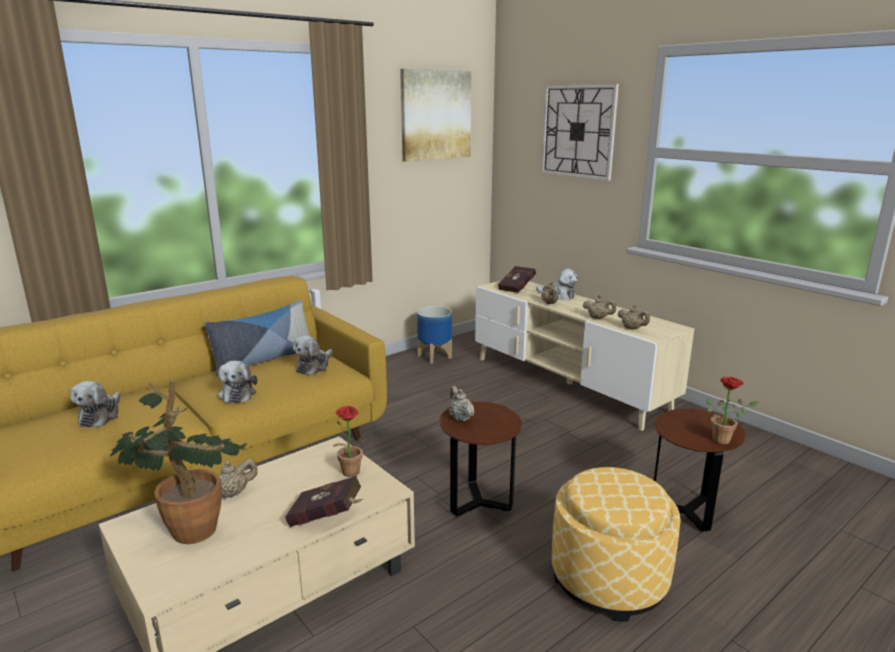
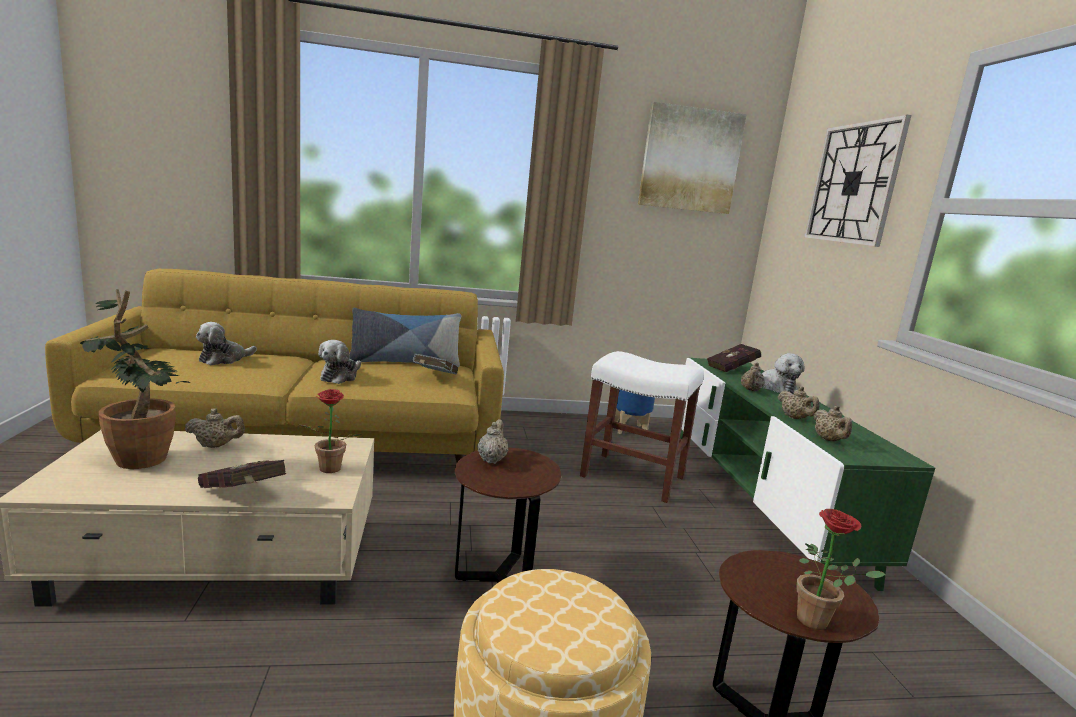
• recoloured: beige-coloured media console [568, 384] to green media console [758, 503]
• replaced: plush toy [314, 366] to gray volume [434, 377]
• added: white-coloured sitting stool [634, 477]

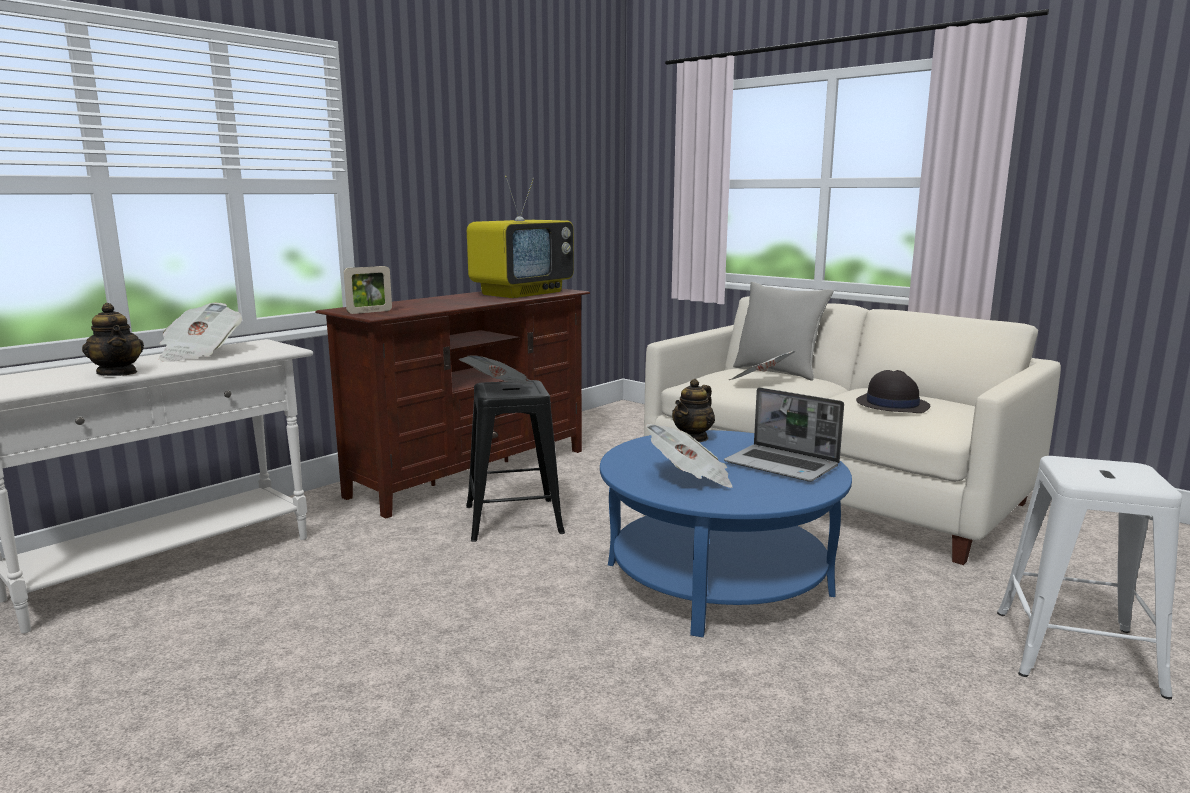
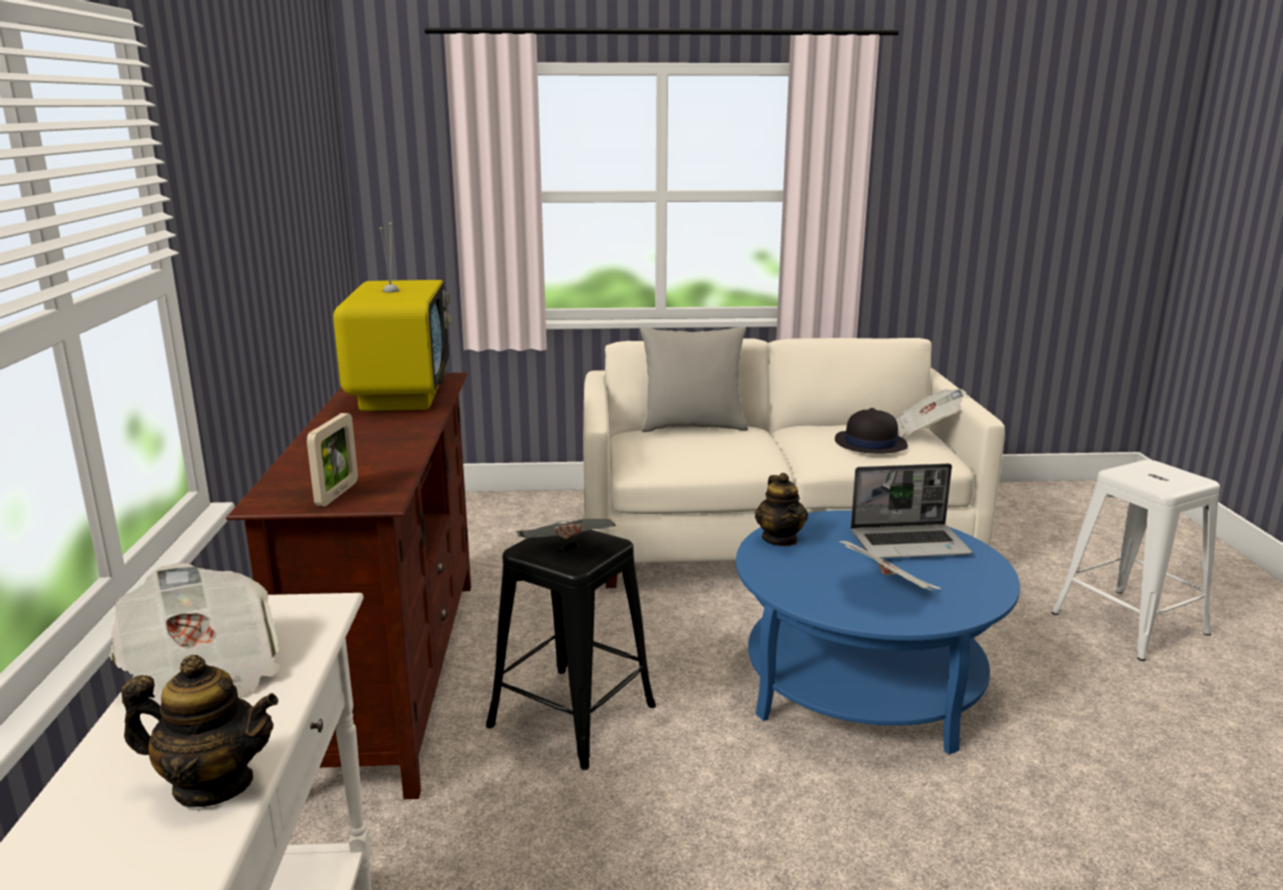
• moved: printed paper [760, 383] to [922, 430]

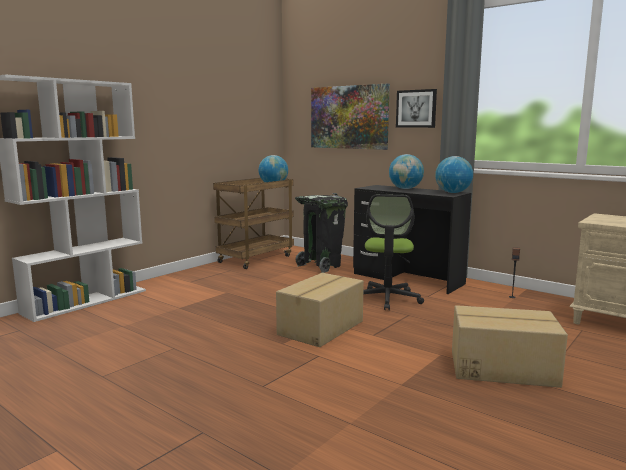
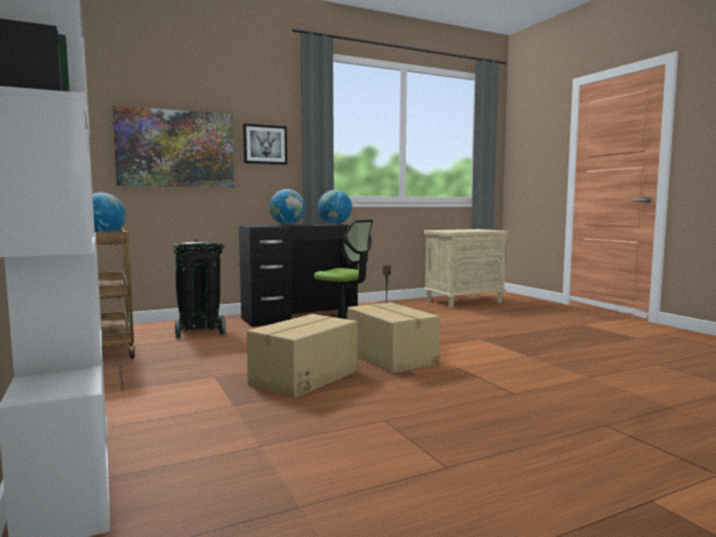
• moved: cardboard box [502, 368] to [303, 377]

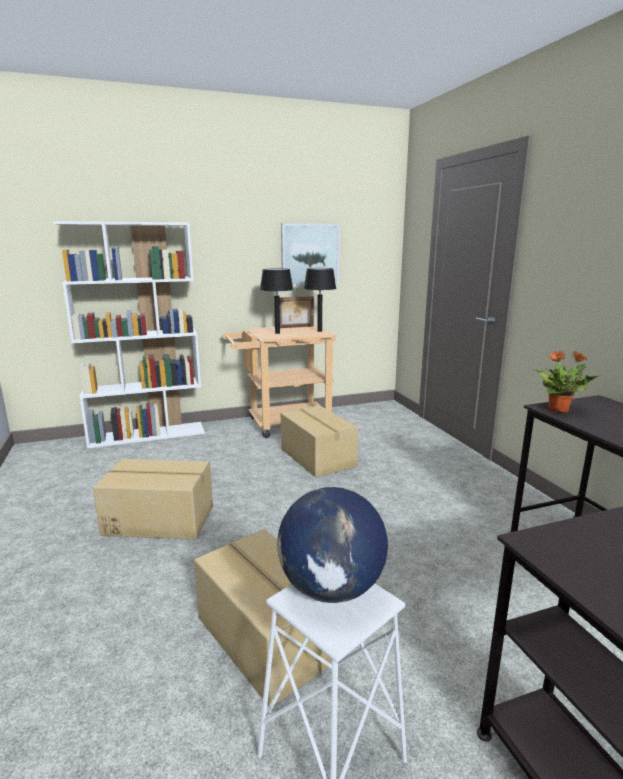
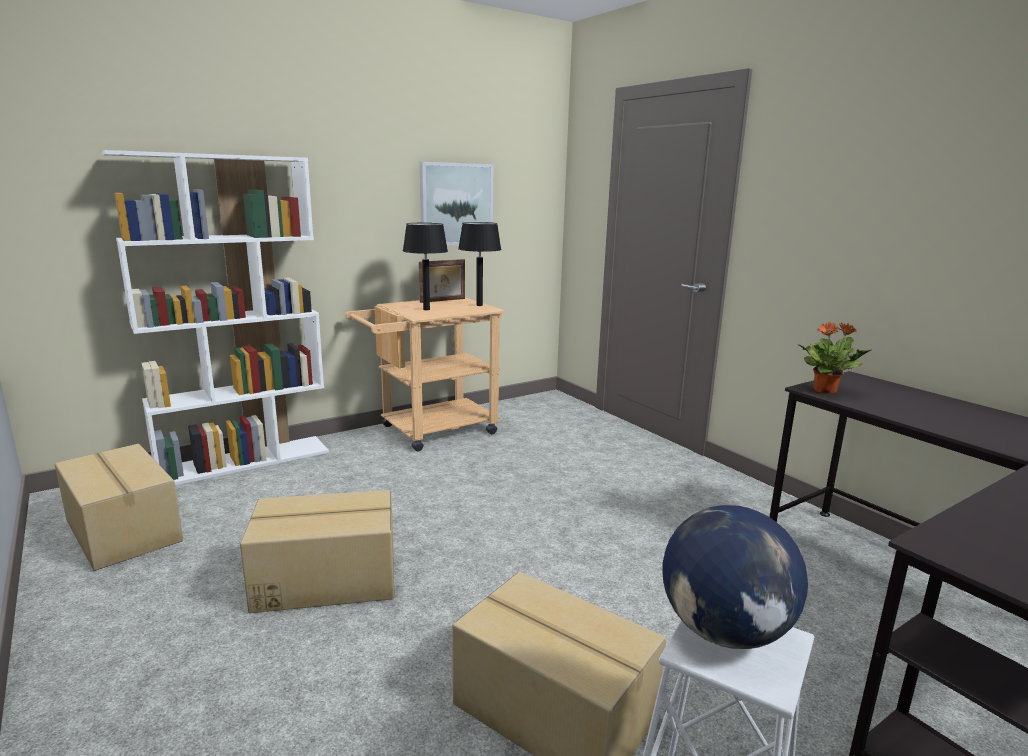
• moved: cardboard box [317, 458] to [122, 532]

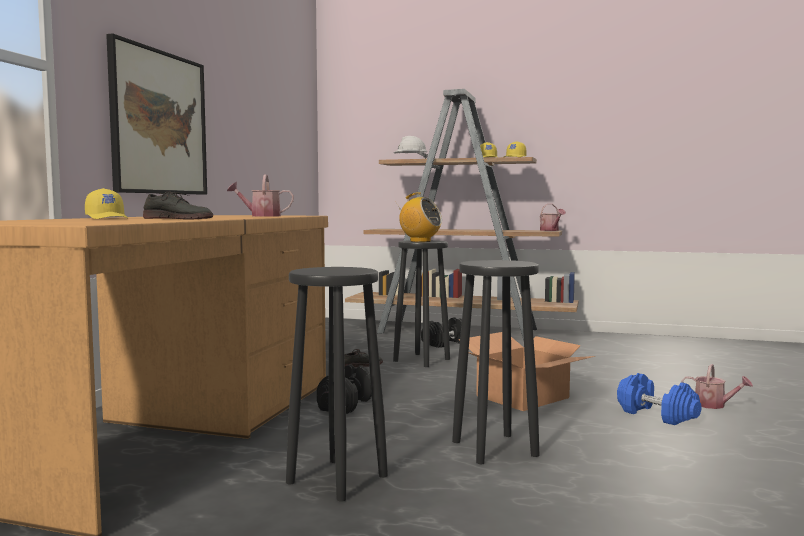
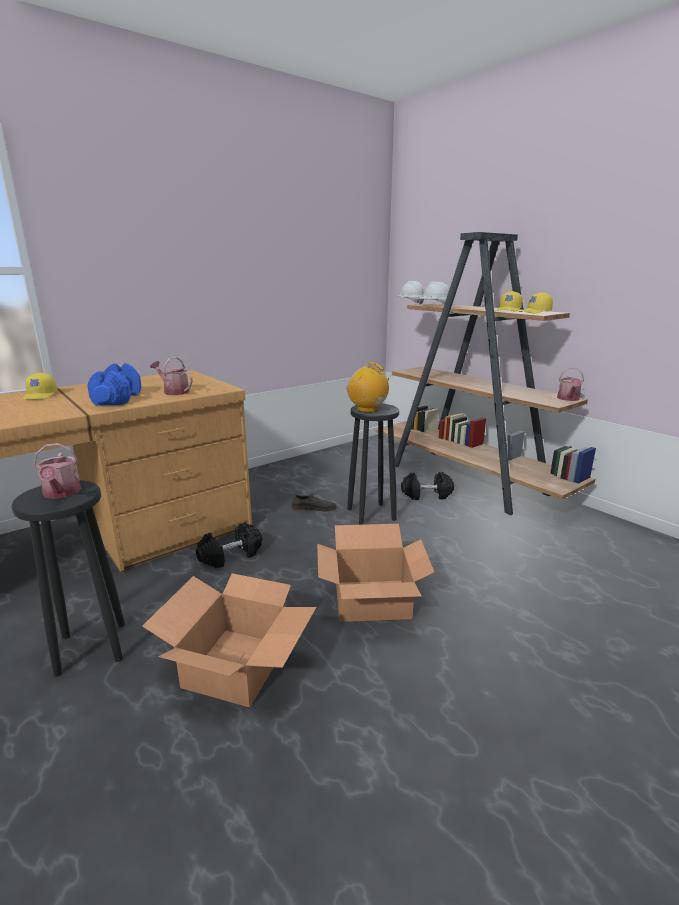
• removed: wall picture [159, 123]
• removed: gray item of footwear [178, 219]
• turned: radio [420, 241] = [367, 409] 150 degrees clockwise
• replaced: black sitting stool [495, 448] to cardboard box [237, 665]
• moved: sprinkling can [714, 405] to [61, 493]
• moved: blue free weight [657, 415] to [118, 399]
• added: white-coloured hard hat [411, 303]

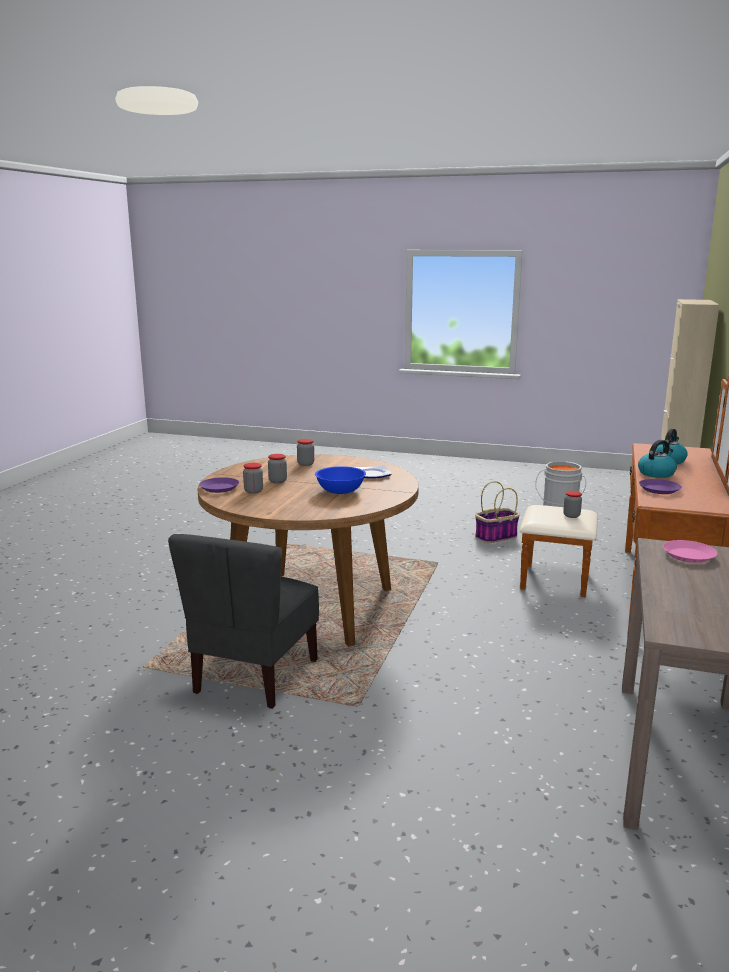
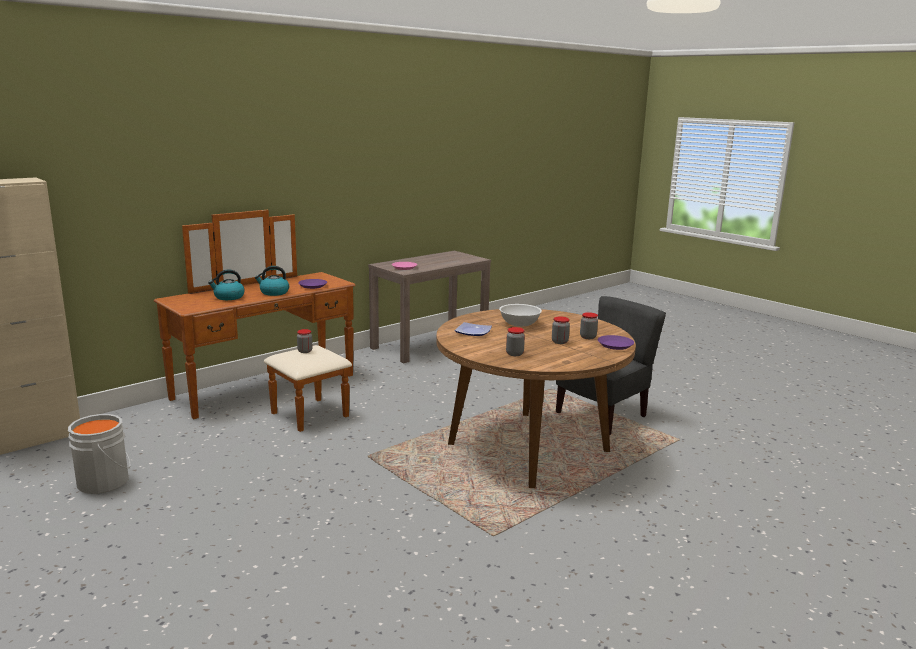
• recoloured: blue bowl [341, 491] to white-coloured bowl [519, 324]
• removed: basket [496, 537]

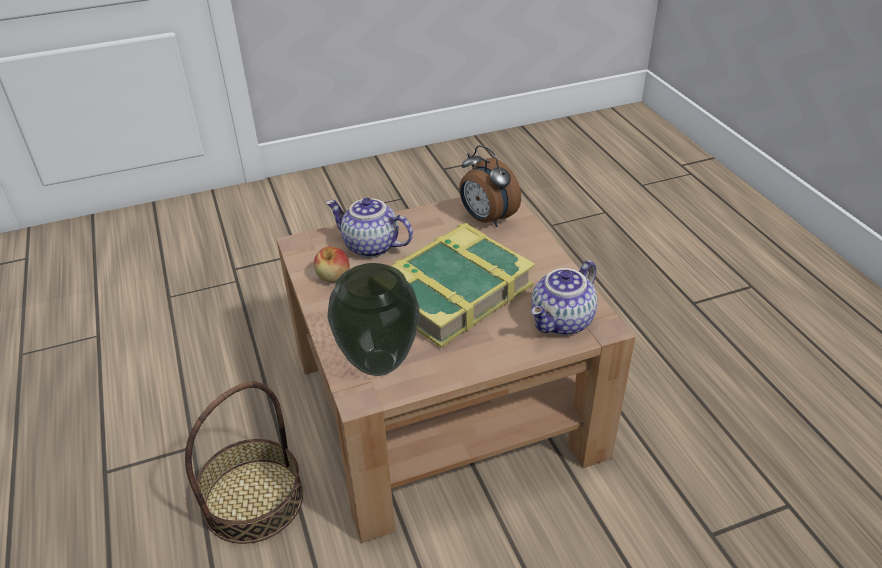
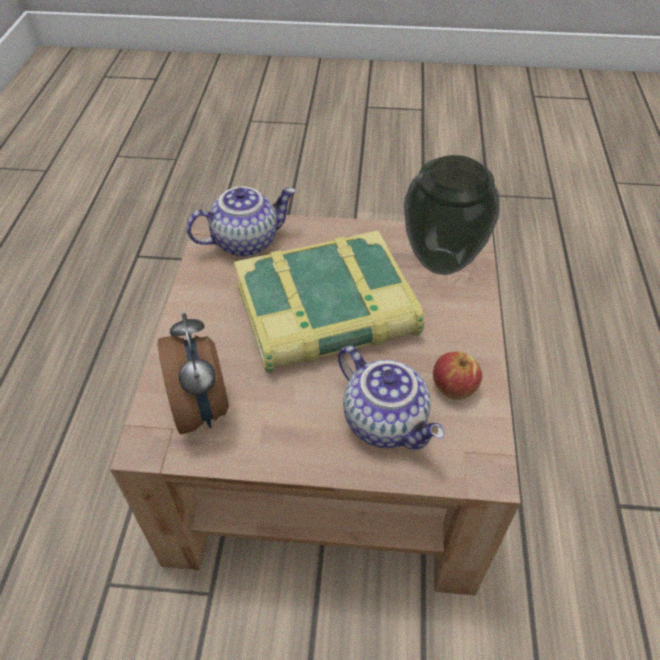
• removed: basket [253, 499]

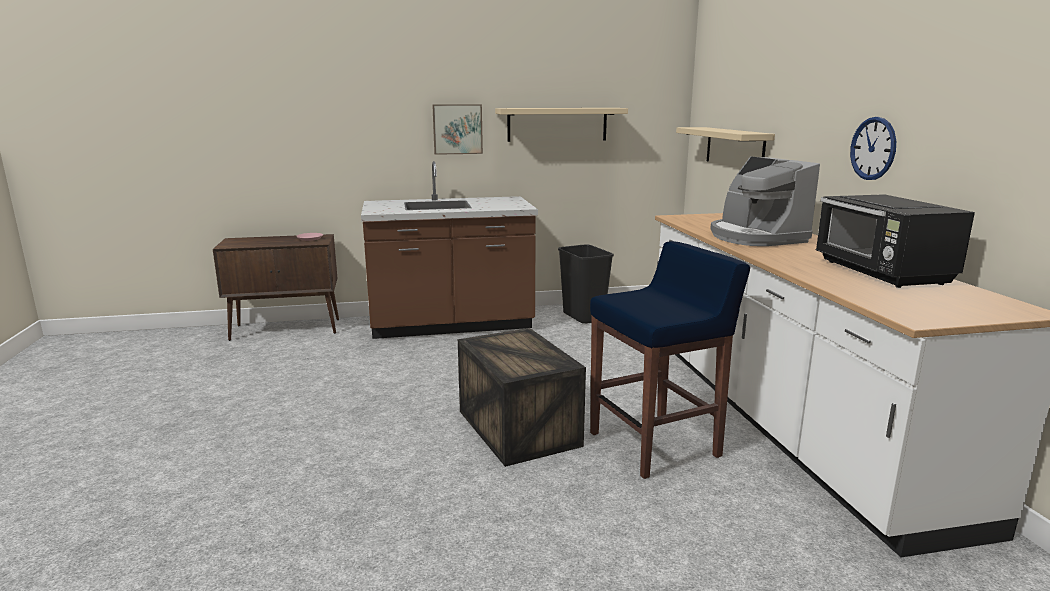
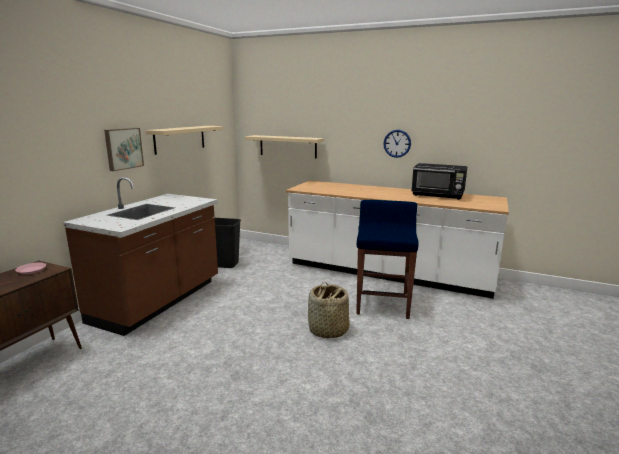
• removed: coffee brewer [755, 237]
• replaced: crate [517, 427] to basket [328, 330]

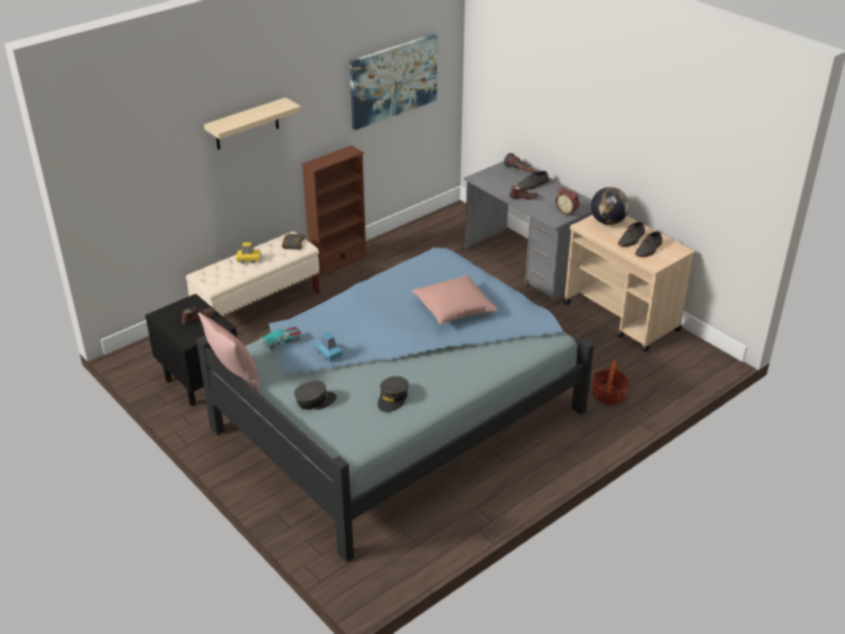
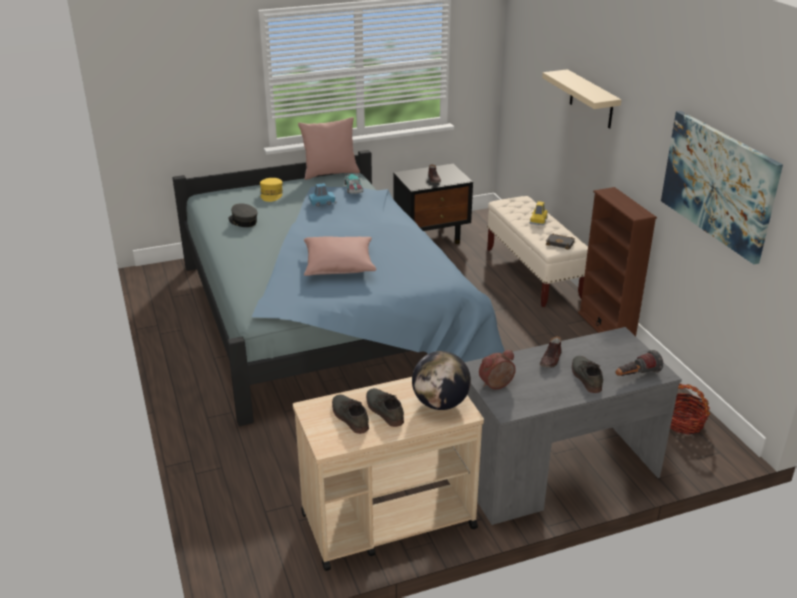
• moved: basket [609, 394] to [683, 422]
• recoloured: gray baseball cap [315, 401] to yellow-coloured baseball cap [271, 194]

